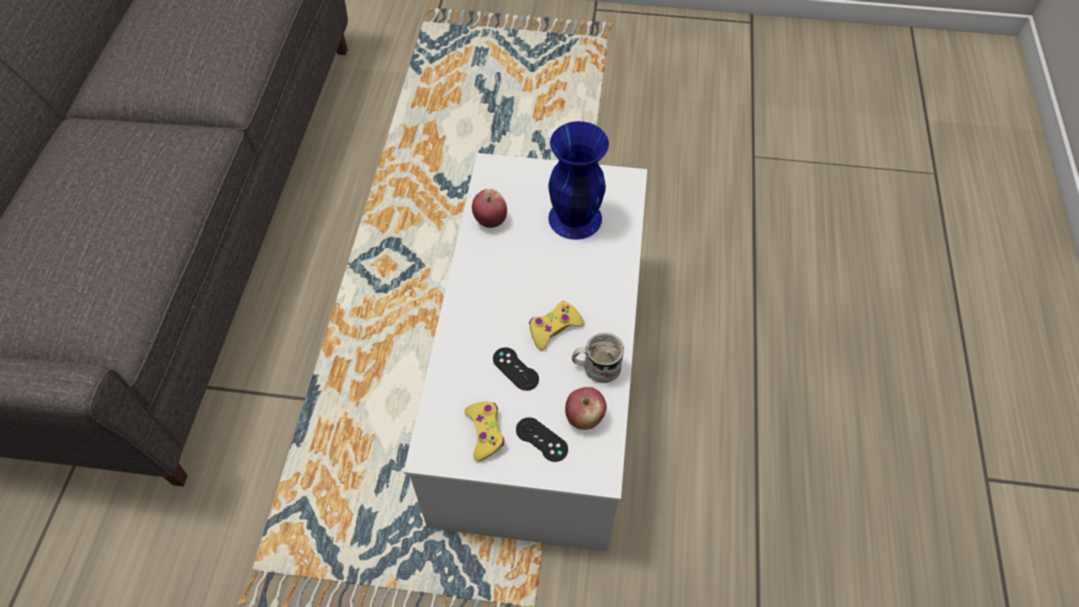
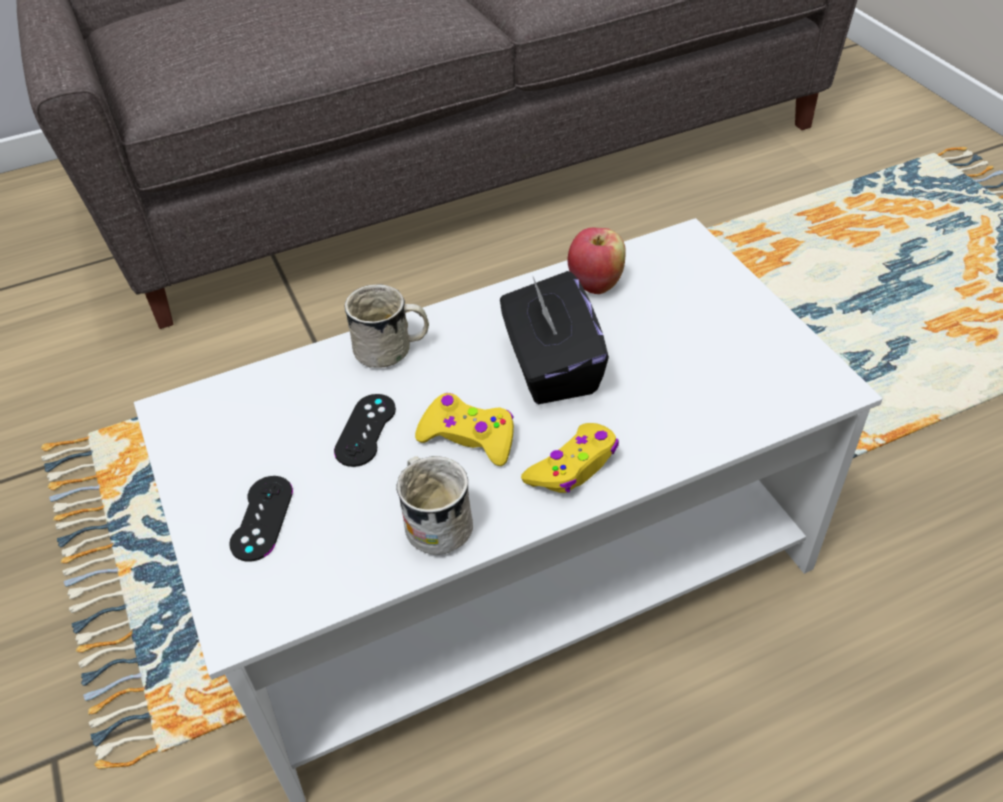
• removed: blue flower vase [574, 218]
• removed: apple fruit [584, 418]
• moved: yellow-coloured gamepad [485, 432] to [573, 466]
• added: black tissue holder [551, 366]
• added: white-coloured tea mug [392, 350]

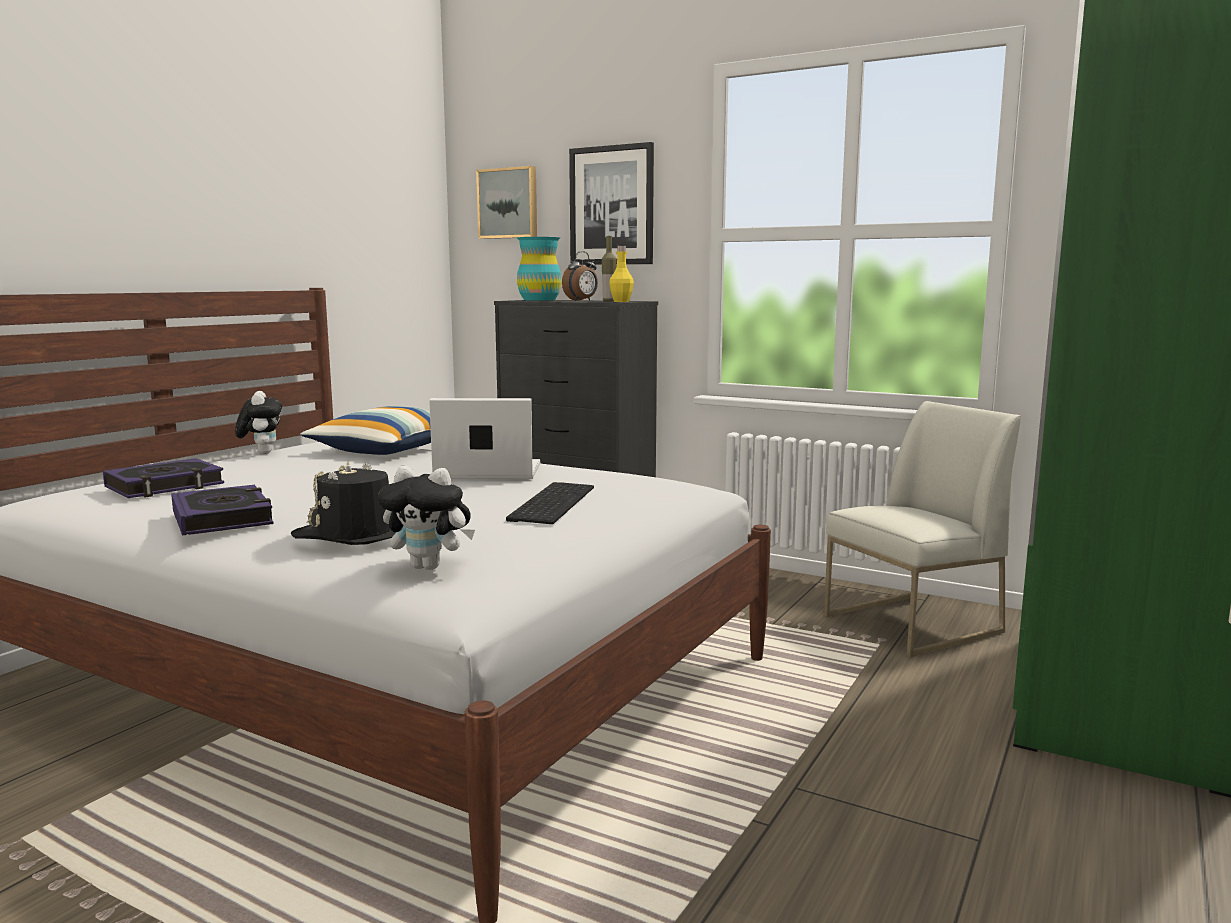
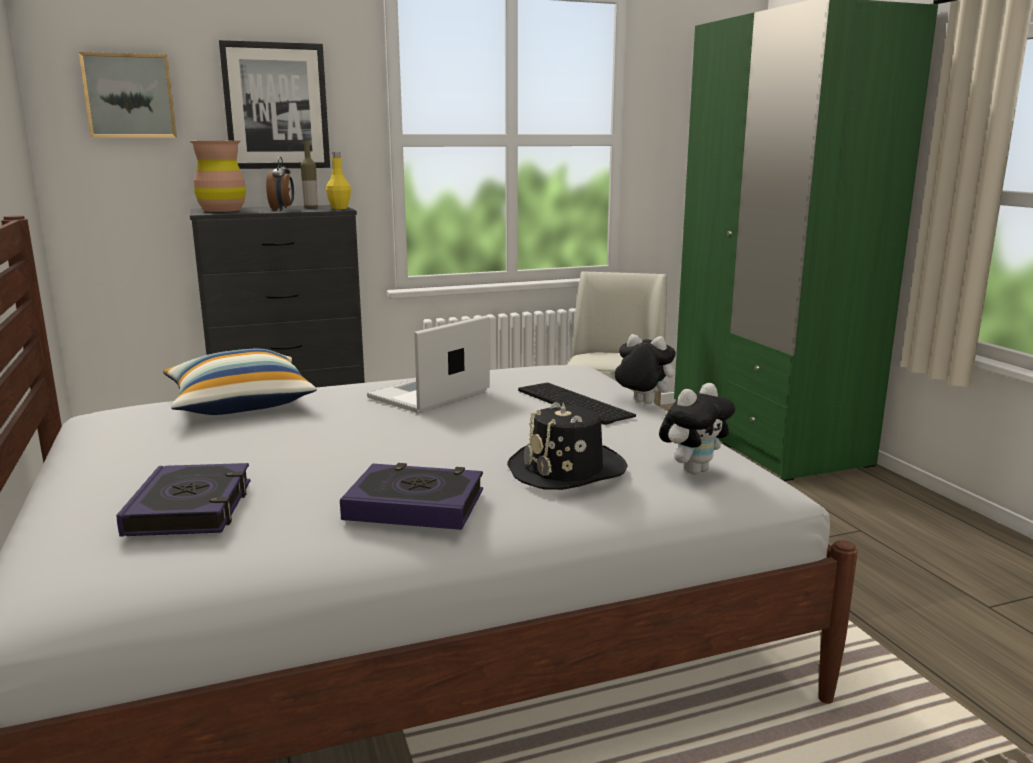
• recoloured: turquoise flower vase [539, 300] to brown flower vase [222, 210]
• moved: plush toy [262, 453] to [641, 403]

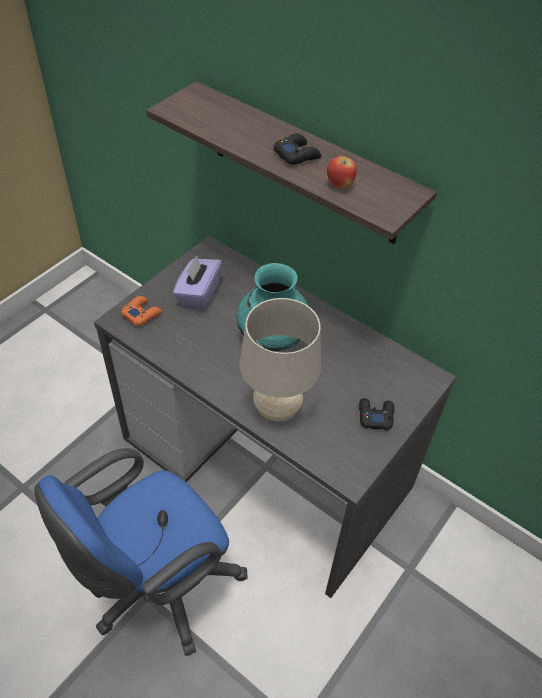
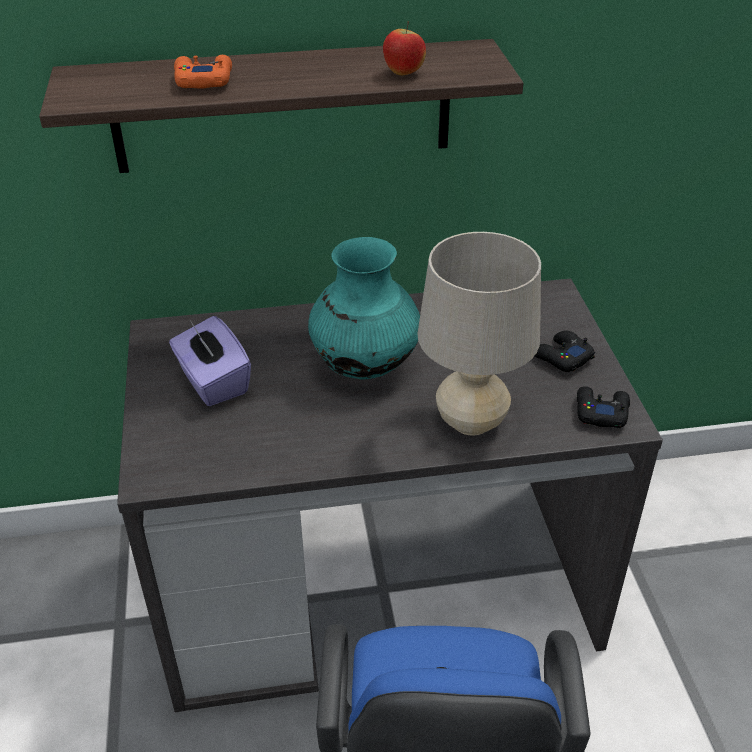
• moved: black gamepad [297, 154] to [600, 412]
• moved: orangey gamepad [142, 314] to [203, 80]

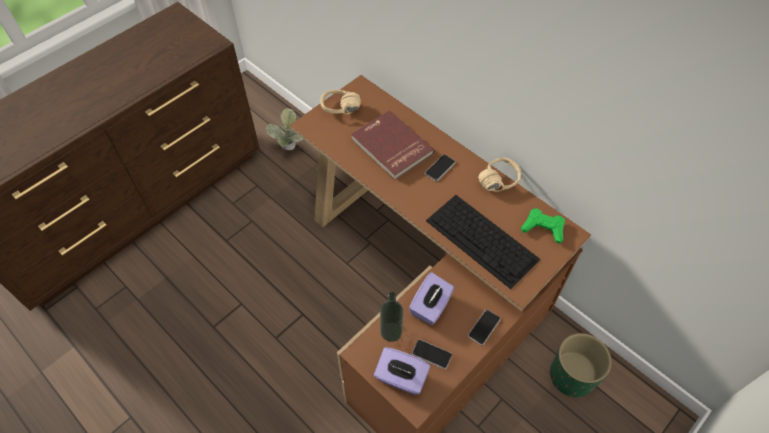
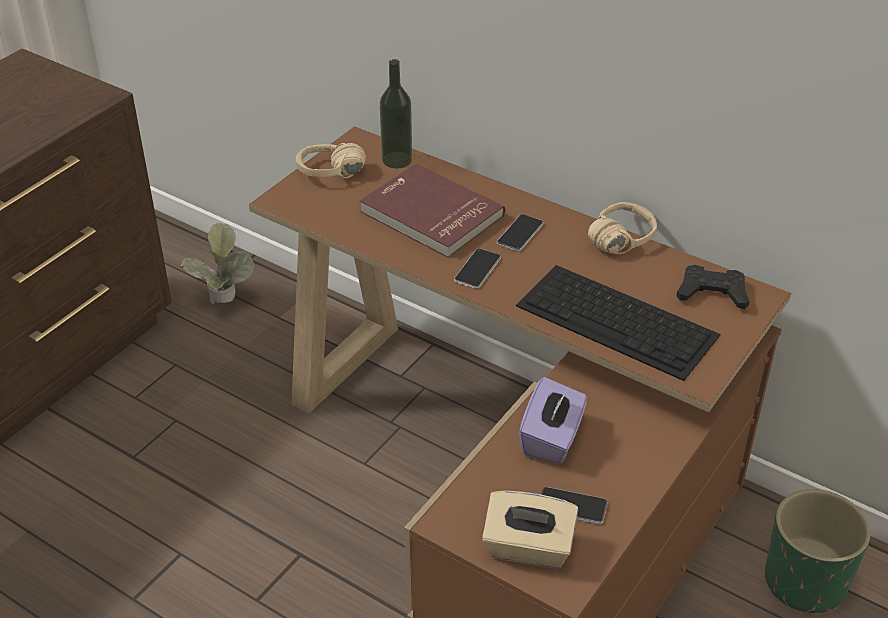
• recoloured: green gamepad [543, 228] to black gamepad [712, 293]
• moved: bottle [391, 331] to [397, 160]
• moved: telephone [484, 327] to [477, 269]
• recoloured: purple-coloured tissue holder [401, 378] to beige-coloured tissue holder [528, 548]

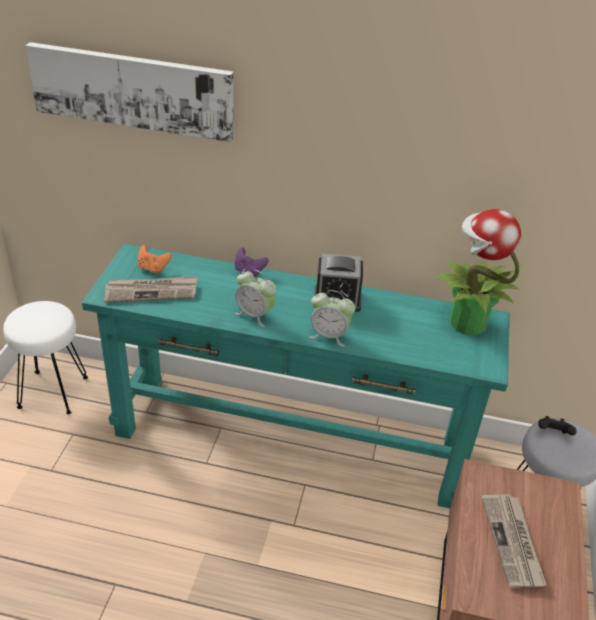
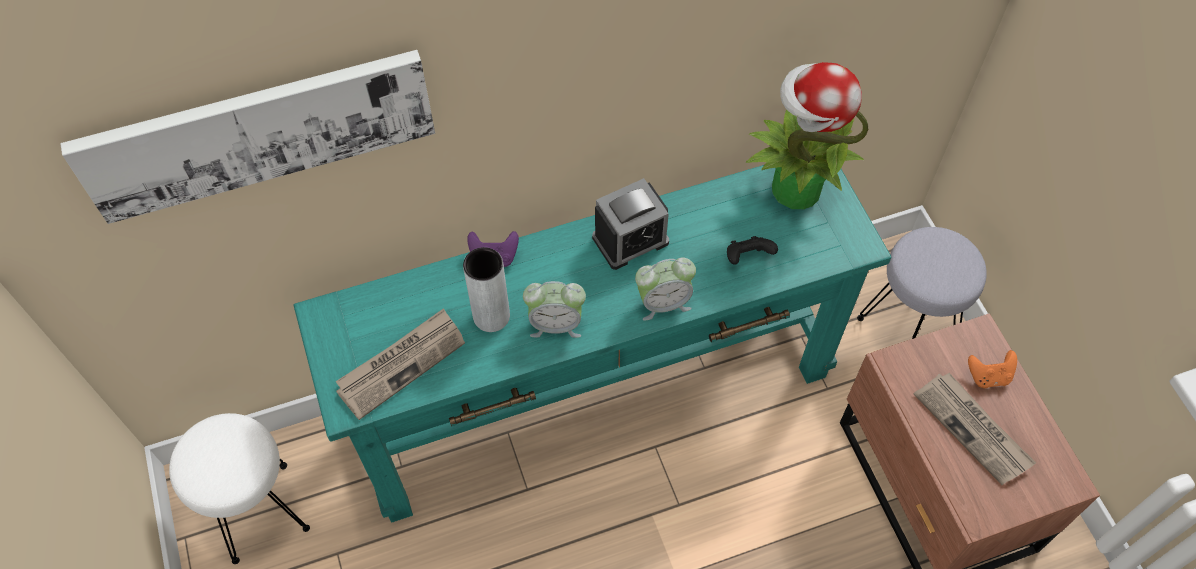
• moved: orangey gamepad [153, 268] to [988, 376]
• moved: black gamepad [553, 433] to [747, 258]
• added: gray flower vase [491, 316]

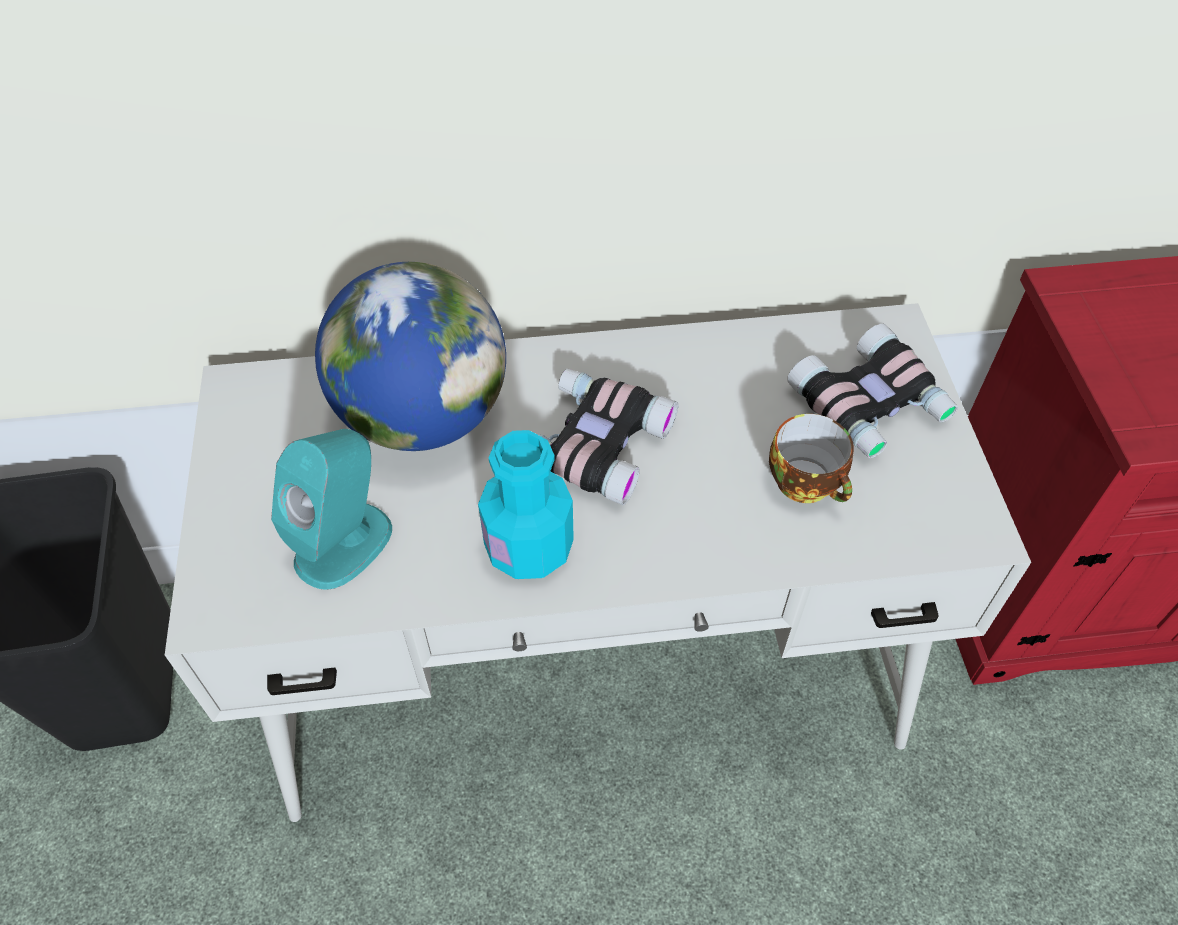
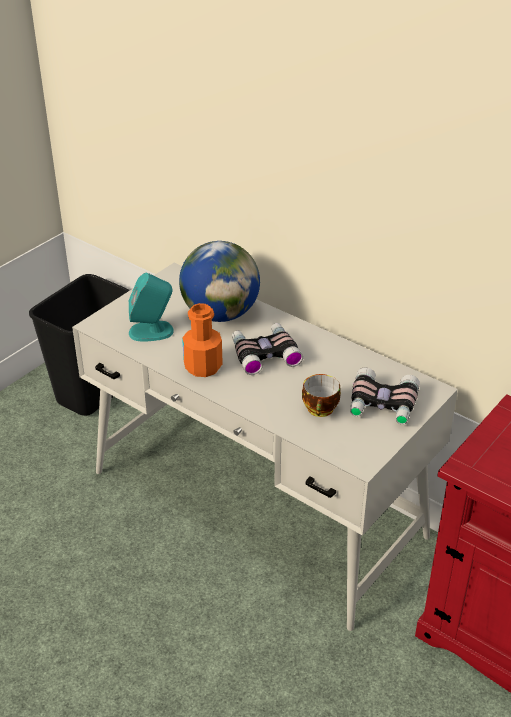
• recoloured: turquoise bottle [529, 547] to orangey bottle [203, 366]

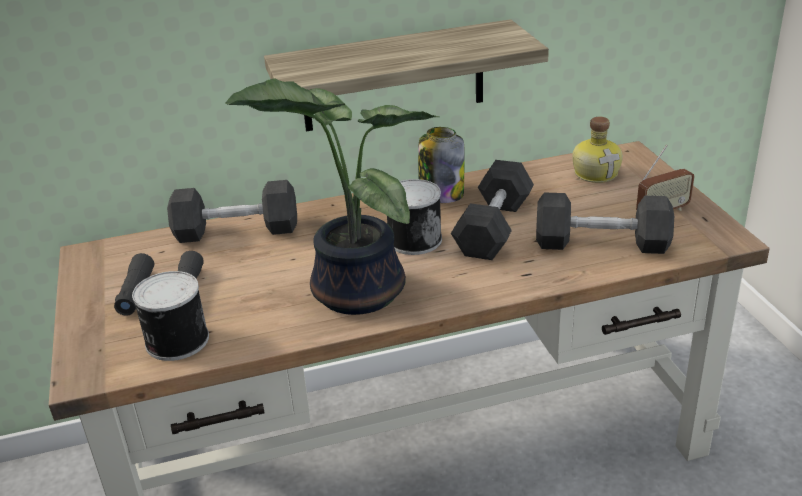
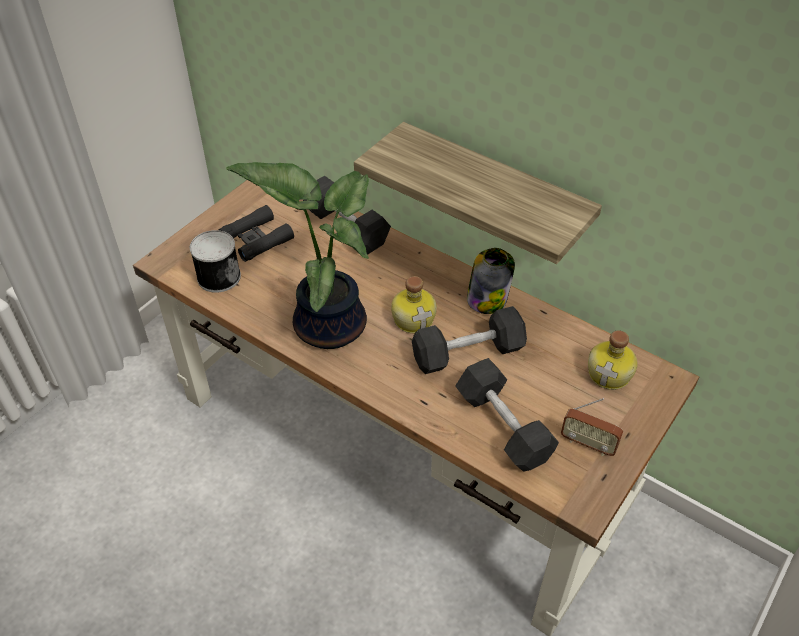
• replaced: can [414, 239] to bottle [414, 318]

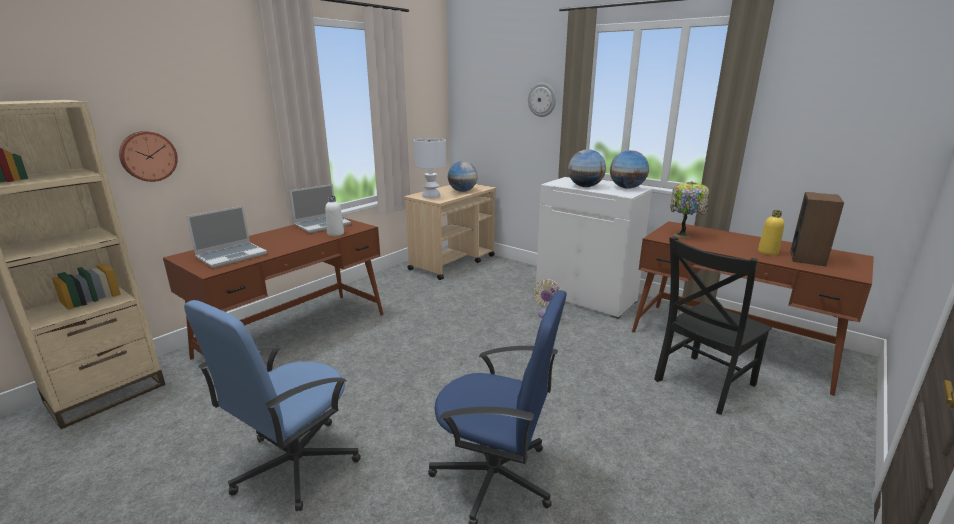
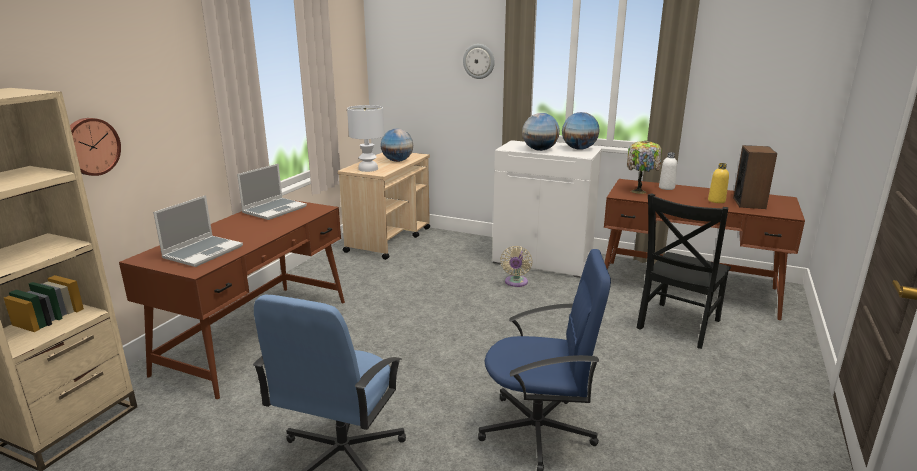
• moved: white-coloured bottle [335, 233] to [666, 188]

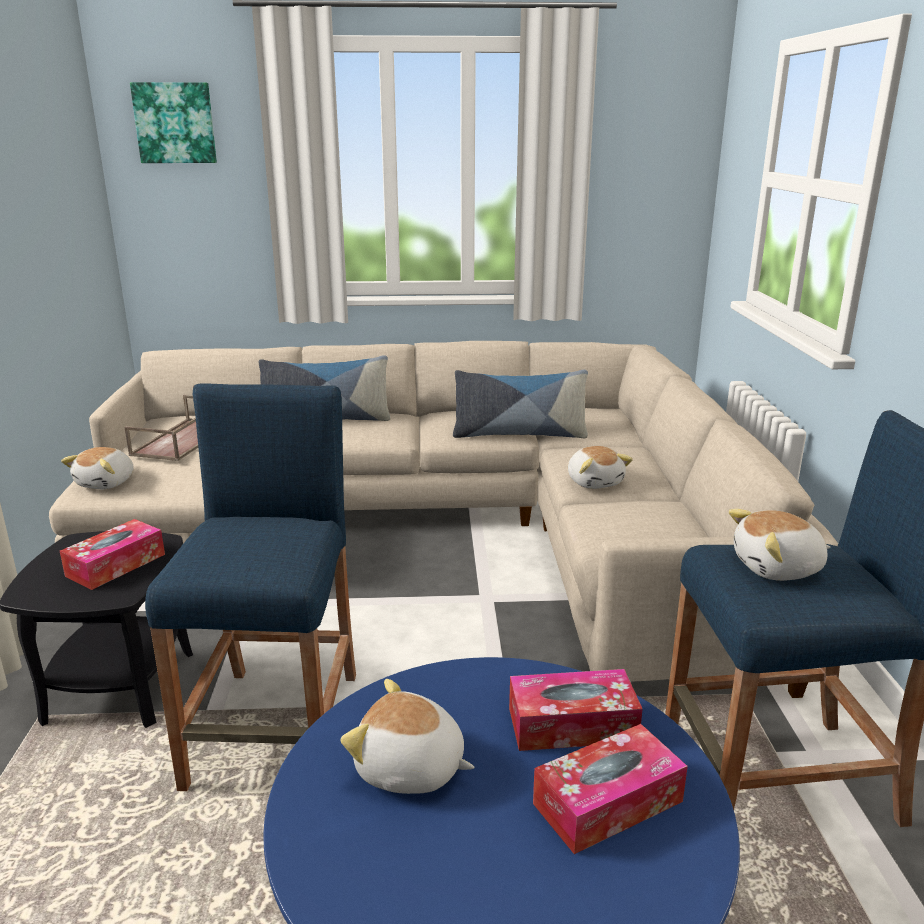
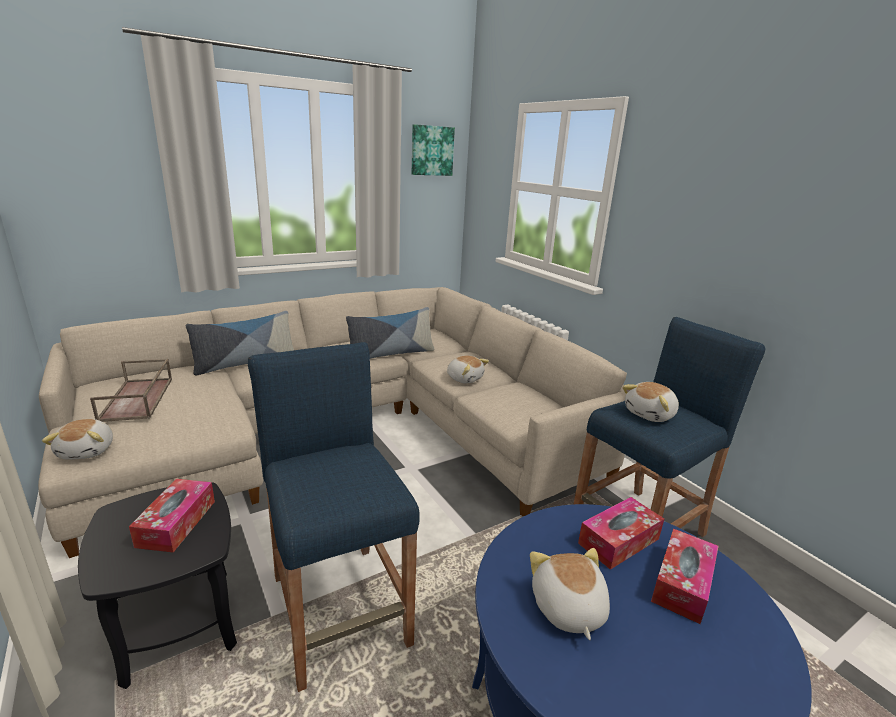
• moved: wall picture [175, 123] to [431, 150]
• turned: plush toy [410, 769] = [567, 609] 90 degrees clockwise

